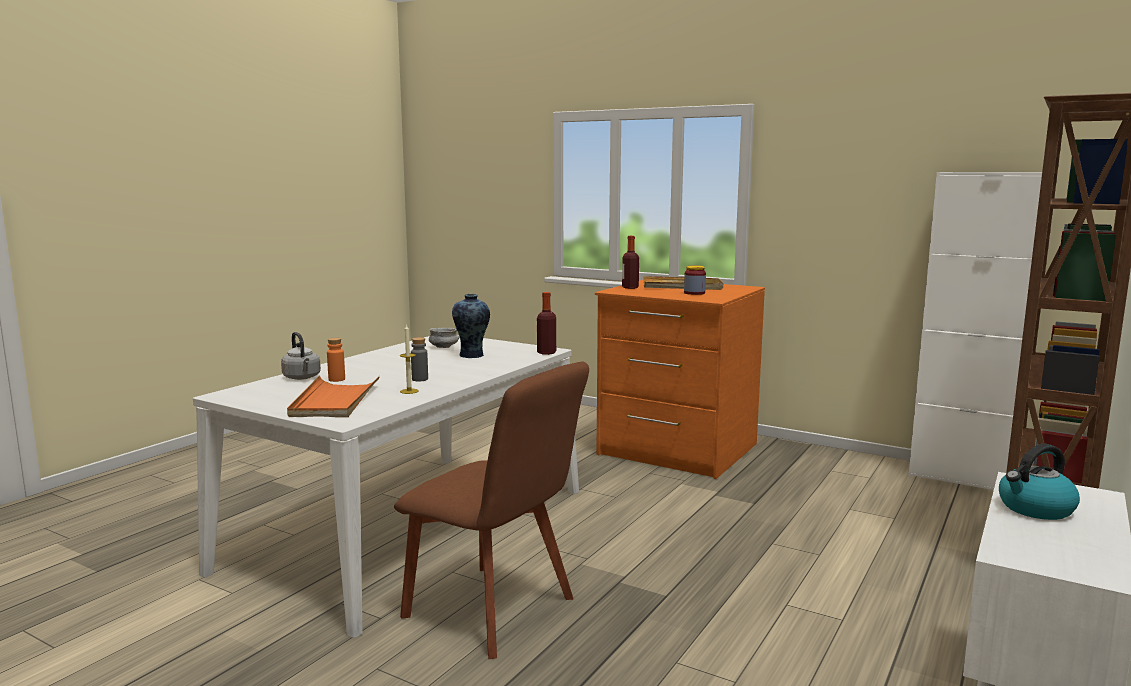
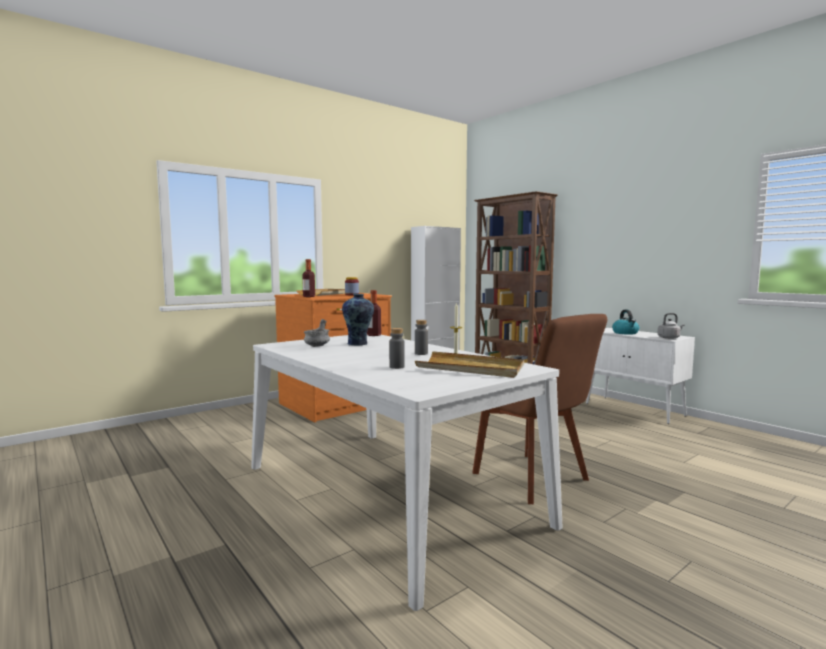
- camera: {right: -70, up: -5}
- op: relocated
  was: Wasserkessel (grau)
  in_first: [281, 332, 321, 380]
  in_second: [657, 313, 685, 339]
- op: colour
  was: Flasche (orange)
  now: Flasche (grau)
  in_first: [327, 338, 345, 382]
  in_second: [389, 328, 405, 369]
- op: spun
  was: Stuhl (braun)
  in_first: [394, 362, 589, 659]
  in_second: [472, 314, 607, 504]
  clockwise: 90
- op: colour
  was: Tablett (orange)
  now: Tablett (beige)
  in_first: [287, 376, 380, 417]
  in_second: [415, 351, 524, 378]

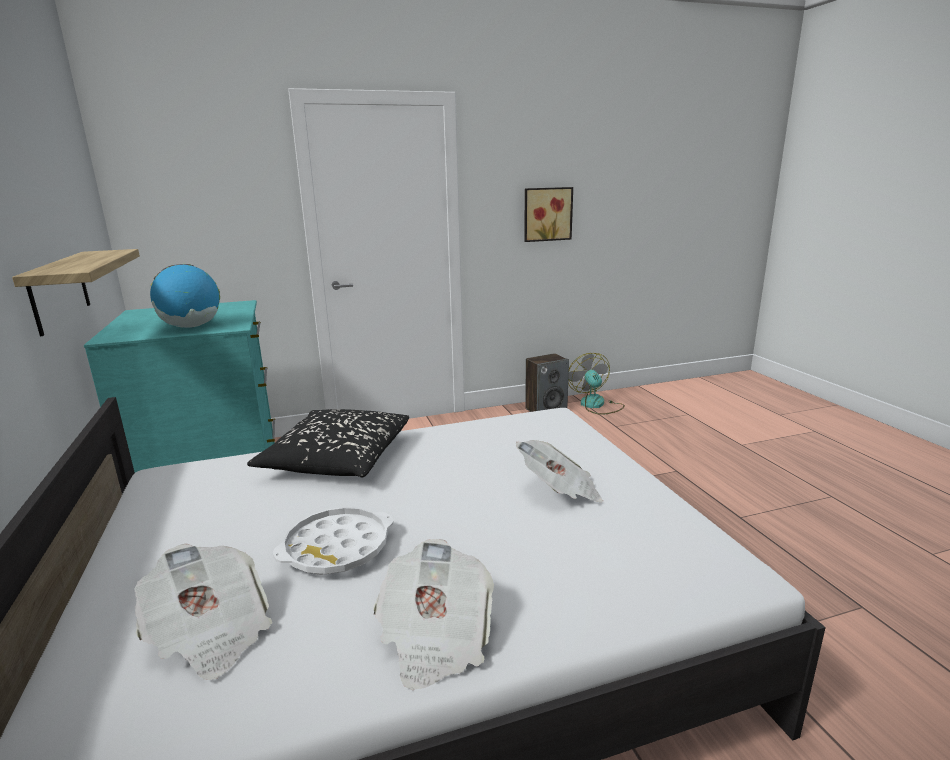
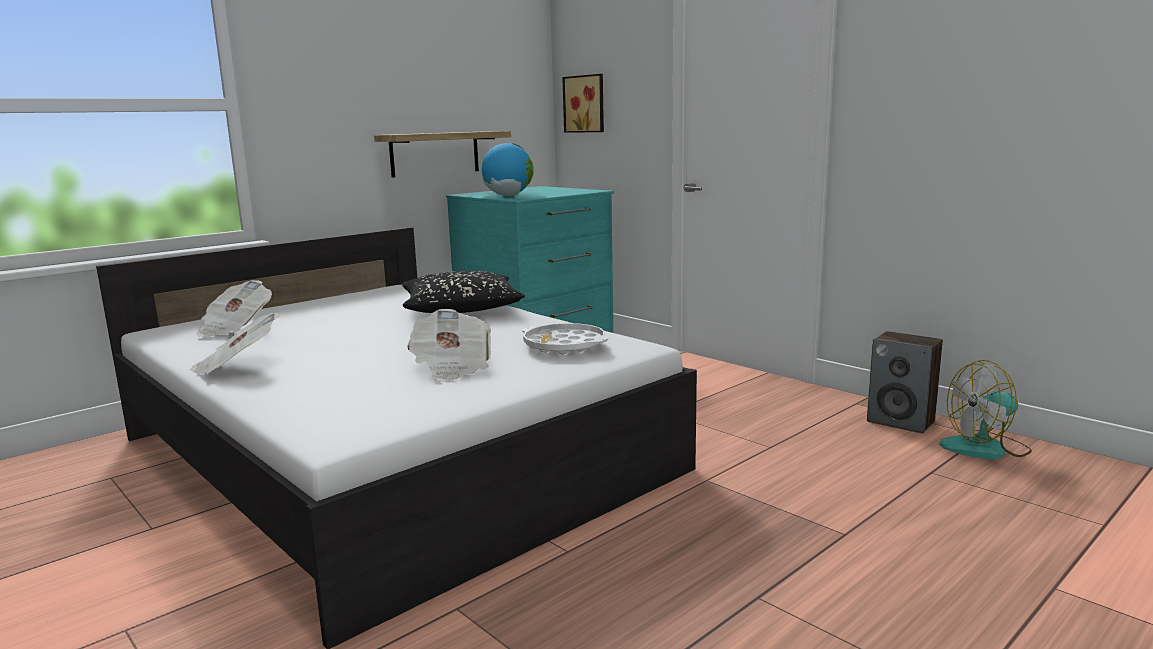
- camera: {right: 65, up: -5}
- op: relocated
  was: Bild
  in_first: [524, 187, 573, 242]
  in_second: [562, 74, 604, 133]
- op: spun
  was: Ventilator
  in_first: [568, 353, 625, 415]
  in_second: [939, 360, 1032, 460]
  clockwise: -150
- op: relocated
  was: Tablett (weiß)
  in_first: [273, 507, 394, 575]
  in_second: [522, 323, 608, 355]

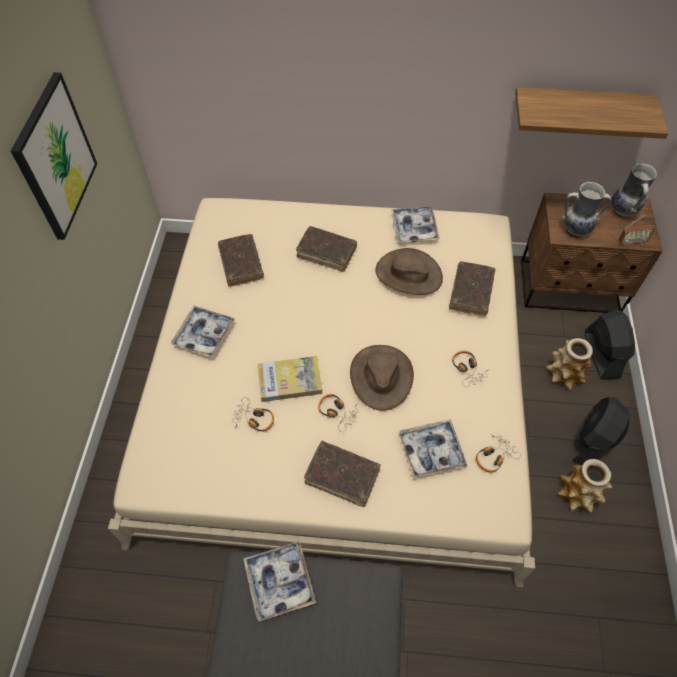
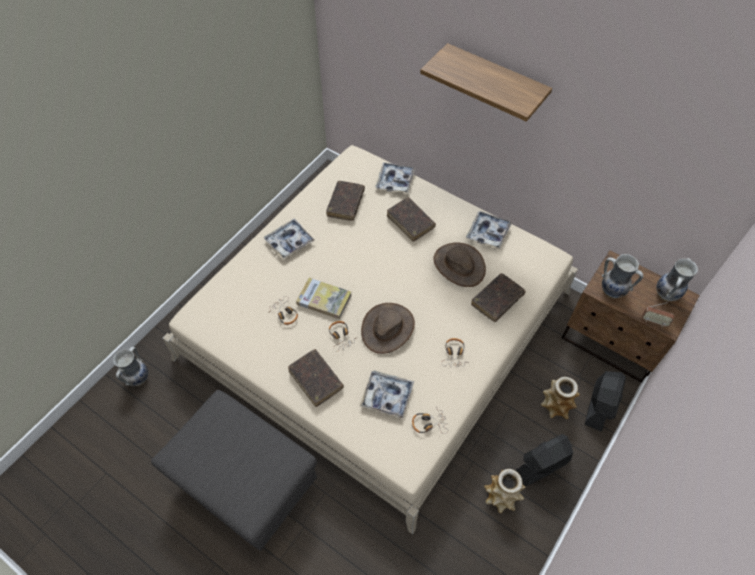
- camera: {right: 30, up: 0}
- op: missing
  was: Bild
  in_first: [11, 72, 97, 240]
- op: relocated
  was: Wandregal
  in_first: [515, 87, 668, 139]
  in_second: [420, 43, 552, 122]
- op: relocated
  was: Tablett
  in_first: [243, 541, 316, 621]
  in_second: [376, 162, 415, 193]
- op: appeared
  now: Vase
  in_second: [113, 347, 148, 386]

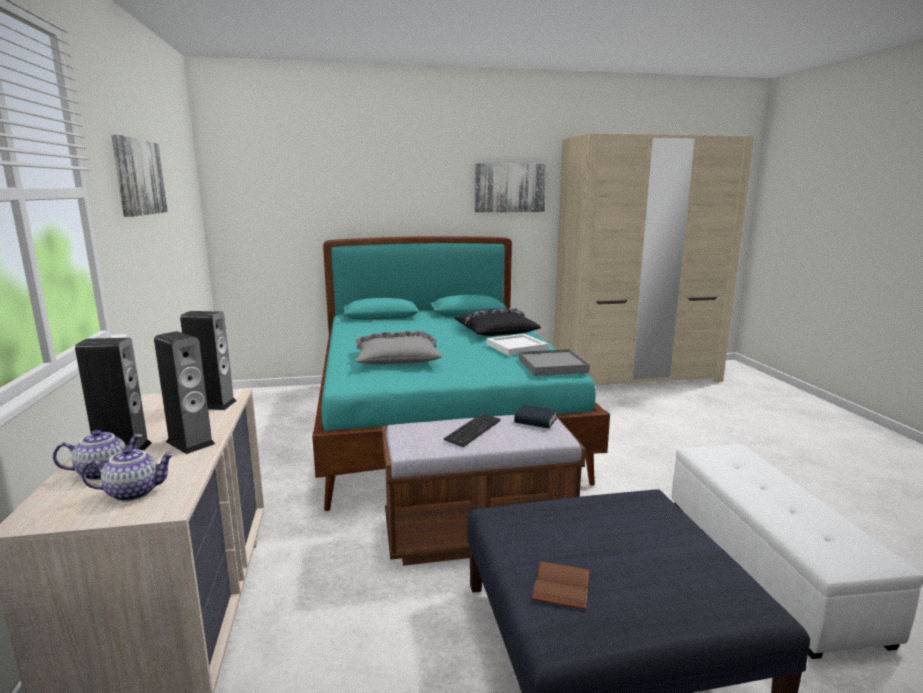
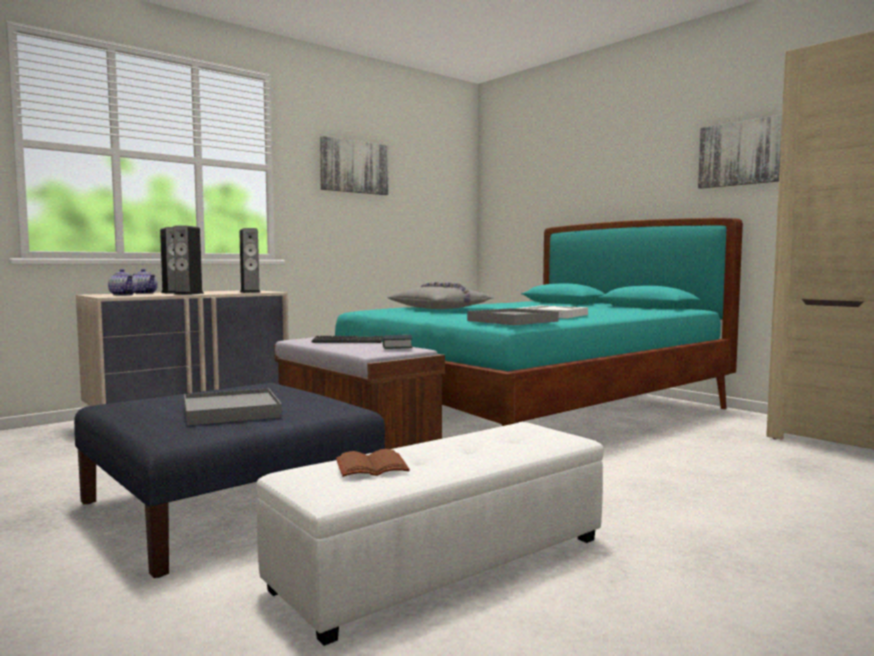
- camera: {right: 60, up: -10}
- op: missing
  was: Kissen (schwarz)
  in_first: [455, 308, 541, 336]
- op: relocated
  was: Buch (braun)
  in_first: [532, 562, 590, 609]
  in_second: [336, 449, 410, 477]
- op: appeared
  now: Tablett (grau)
  in_second: [184, 388, 282, 426]

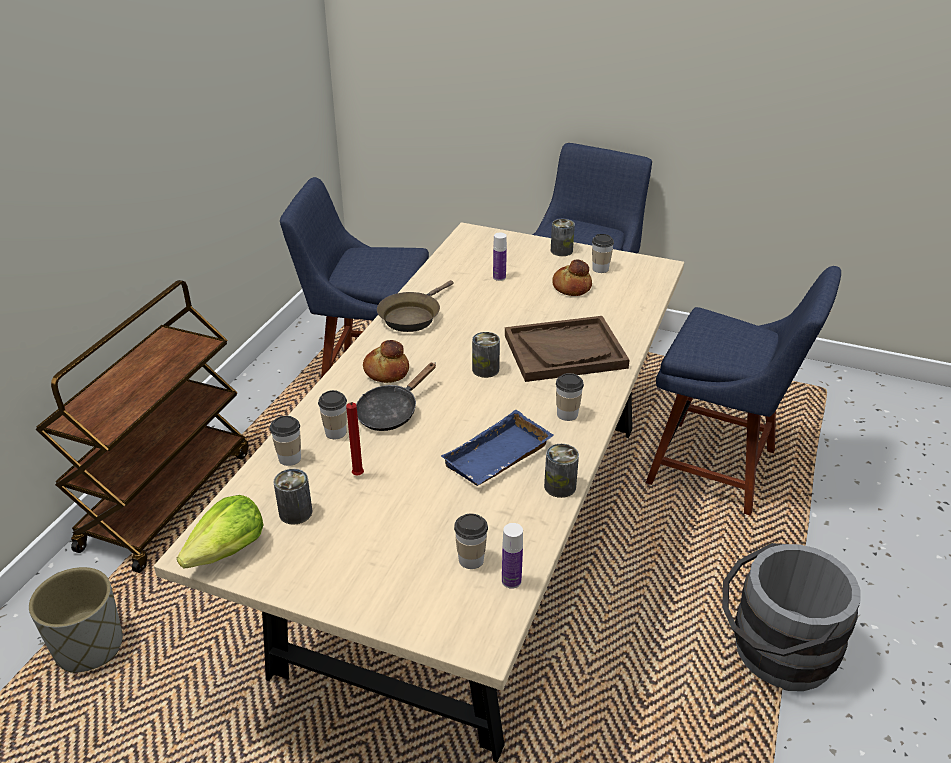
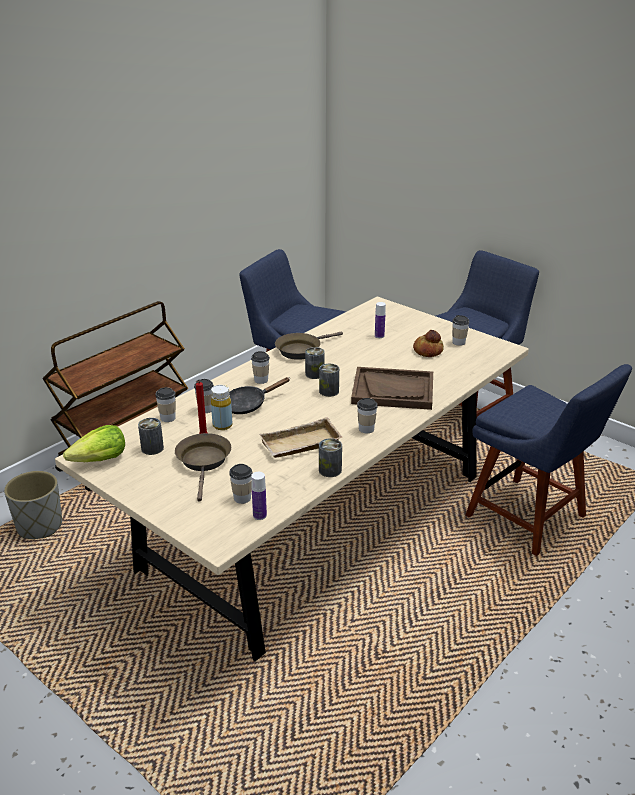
- camera: {right: 20, up: -5}
- op: relocated
  was: Dose
  in_first: [551, 219, 575, 256]
  in_second: [305, 347, 325, 379]
- op: exchanged
  was: Brot
  now: Tasse
  in_first: [363, 340, 409, 383]
  in_second: [251, 351, 270, 384]
- op: colour
  was: Tablett (blau)
  now: Tablett (beige)
  in_first: [441, 410, 553, 486]
  in_second: [259, 417, 342, 458]
- op: missing
  was: Eimer (grau)
  in_first: [722, 543, 861, 691]
- op: appeared
  now: Flasche (gelb)
  in_second: [211, 385, 232, 430]
- op: appeared
  now: Pfanne (braun)
  in_second: [175, 433, 231, 502]

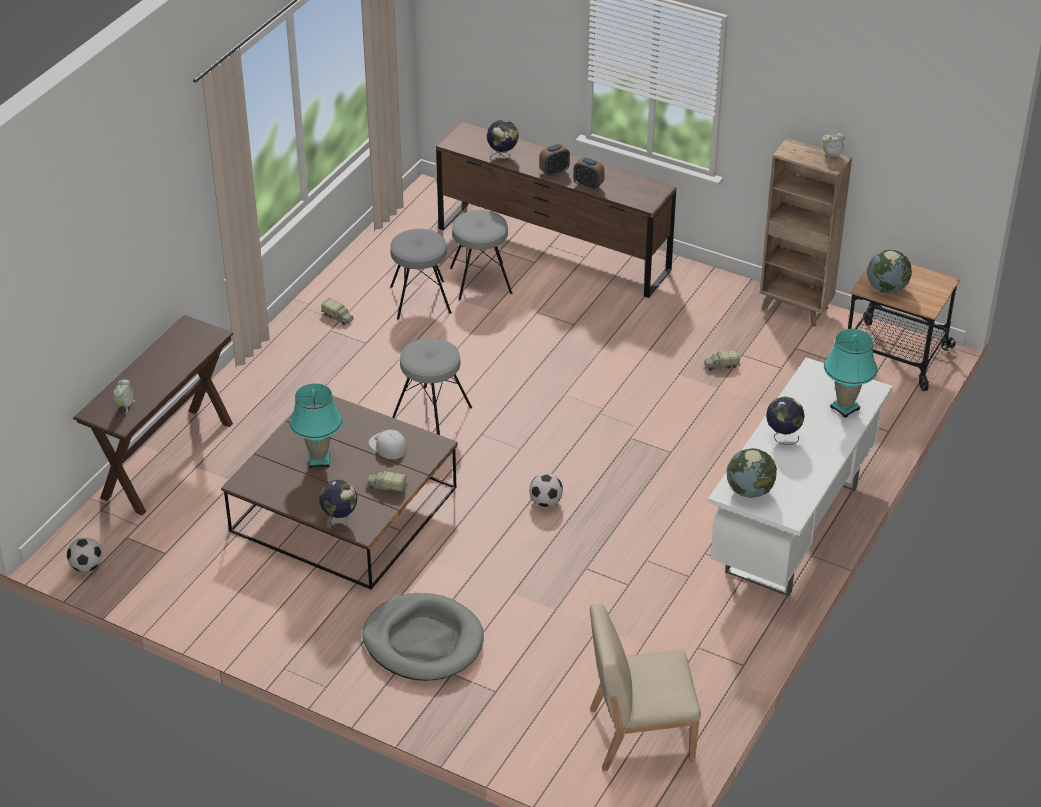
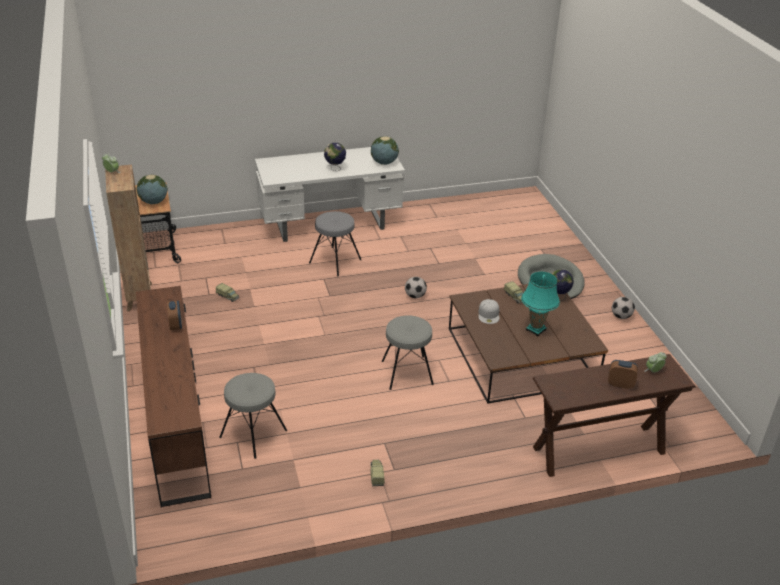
- camera: {right: -135, up: -5}
- op: missing
  was: Globus
  in_first: [487, 120, 519, 162]
- op: relocated
  was: Wecker
  in_first: [539, 144, 570, 177]
  in_second: [608, 360, 638, 389]
- op: relocated
  was: Hocker (grau)
  in_first: [390, 229, 452, 320]
  in_second: [309, 211, 362, 277]
- op: missing
  was: Tischlampe (türkis)
  in_first: [824, 329, 878, 418]
- op: relocated
  was: Fußball
  in_first: [67, 537, 102, 572]
  in_second: [612, 297, 635, 319]
- op: missing
  was: Stuhl (beige)
  in_first: [590, 604, 701, 771]

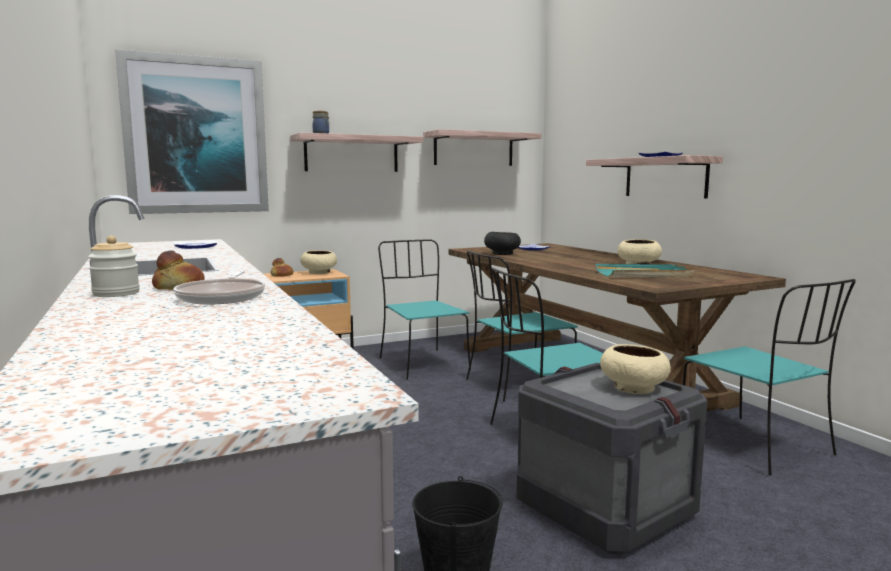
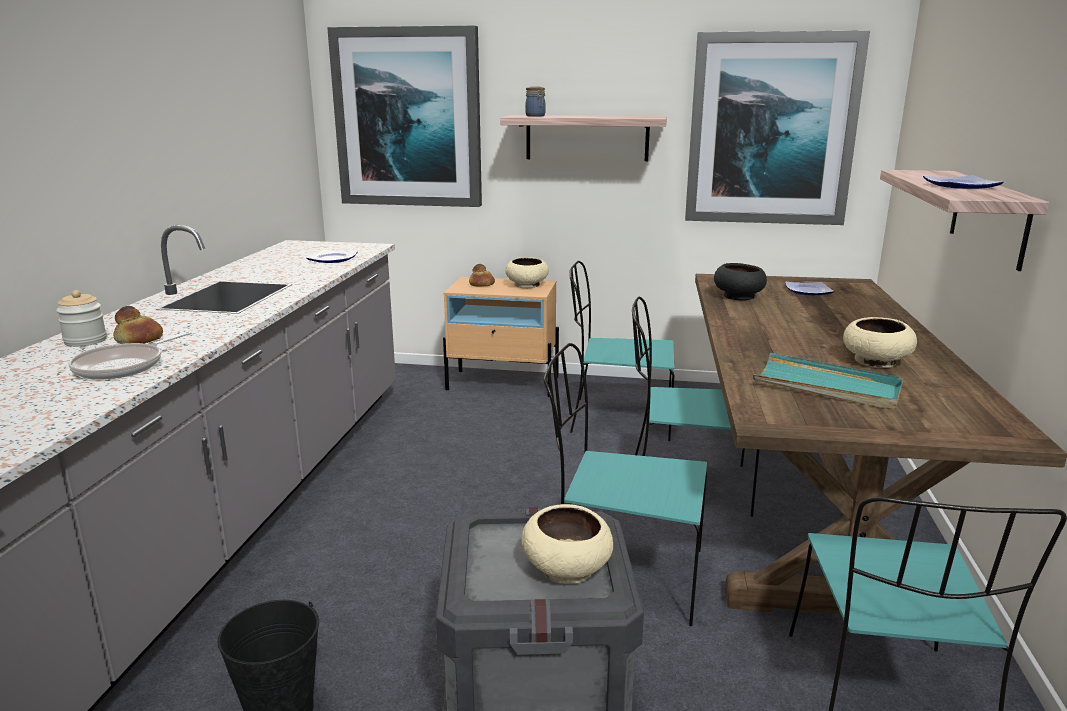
- camera: {right: 35, up: 10}
- op: exchanged
  was: Wandregal
  now: Bild
  in_first: [423, 129, 542, 166]
  in_second: [685, 30, 870, 225]
- op: spun
  was: Stuhl (türkis)
  in_first: [378, 239, 471, 380]
  in_second: [569, 261, 674, 441]
  clockwise: -90

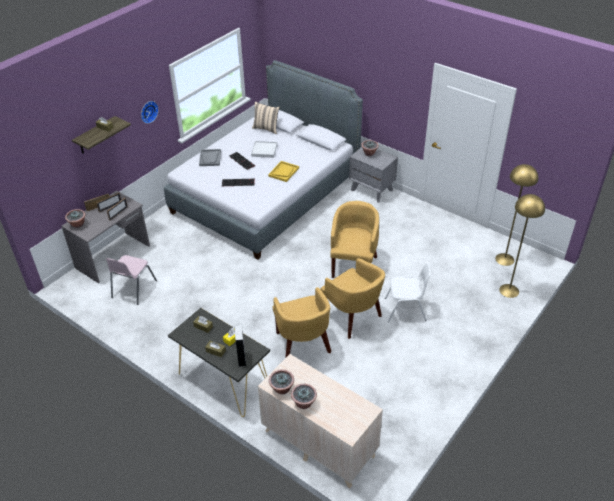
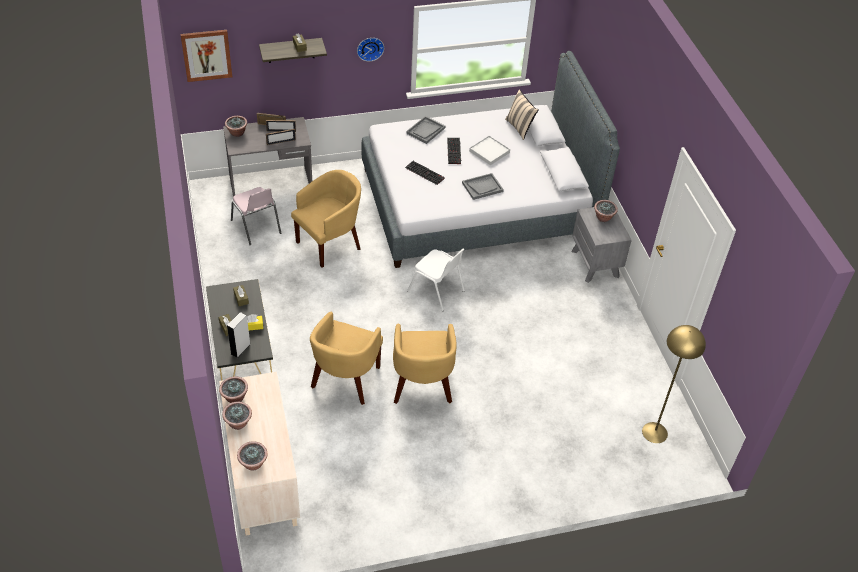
- camera: {right: 35, up: 5}
- op: colour
  was: Tablett (gelb)
  now: Tablett (grau)
  in_first: [268, 161, 299, 182]
  in_second: [462, 173, 504, 200]
- op: missing
  was: Stehlampe (gelb)
  in_first: [499, 194, 545, 298]
- op: relocated
  was: Sessel (gelb)
  in_first: [331, 201, 379, 278]
  in_second: [291, 170, 361, 268]
- op: spun
  was: Stuhl (rosa)
  in_first: [106, 255, 157, 305]
  in_second: [231, 187, 281, 245]
  clockwise: -90
- op: relocated
  was: Stuhl (weiß)
  in_first: [385, 262, 431, 322]
  in_second: [407, 249, 465, 311]
- op: appeared
  now: Bild
  in_second: [180, 30, 232, 82]
- op: appeared
  now: Topfpflanze
  in_second: [237, 441, 268, 470]

